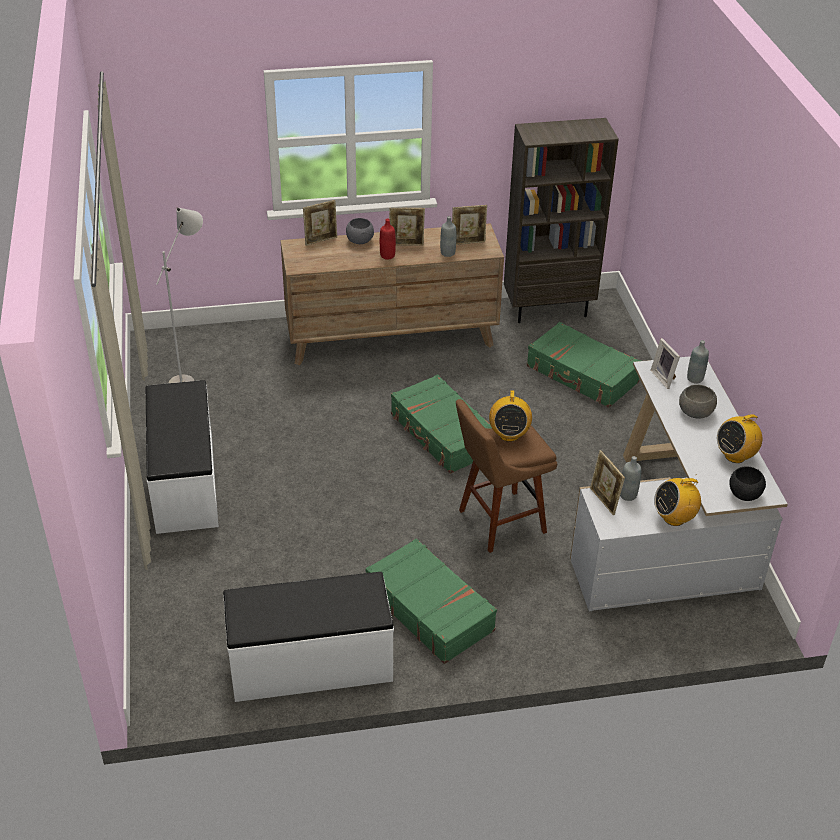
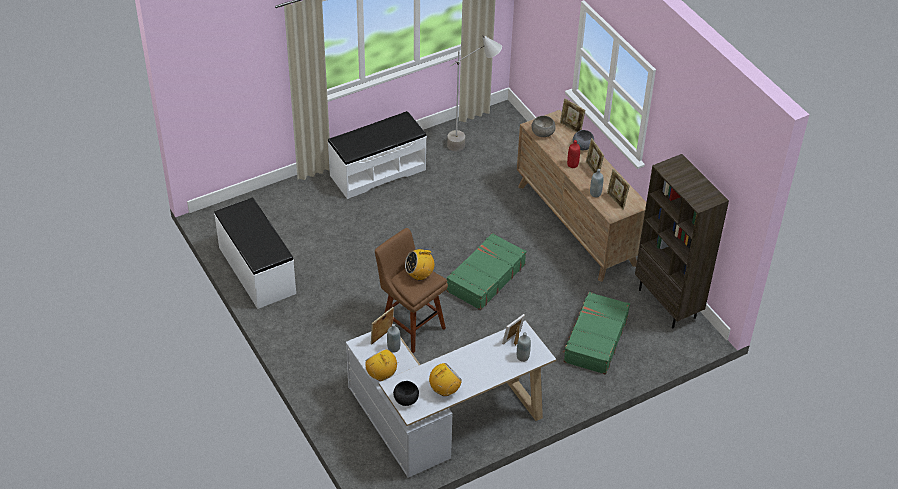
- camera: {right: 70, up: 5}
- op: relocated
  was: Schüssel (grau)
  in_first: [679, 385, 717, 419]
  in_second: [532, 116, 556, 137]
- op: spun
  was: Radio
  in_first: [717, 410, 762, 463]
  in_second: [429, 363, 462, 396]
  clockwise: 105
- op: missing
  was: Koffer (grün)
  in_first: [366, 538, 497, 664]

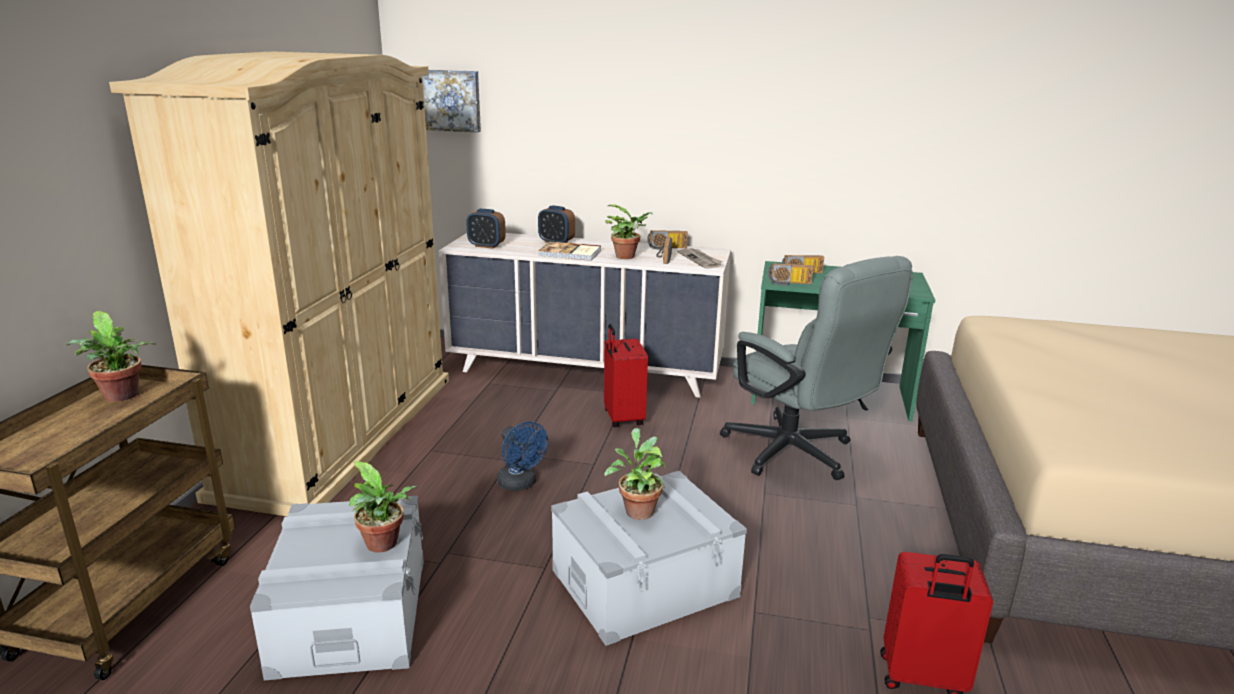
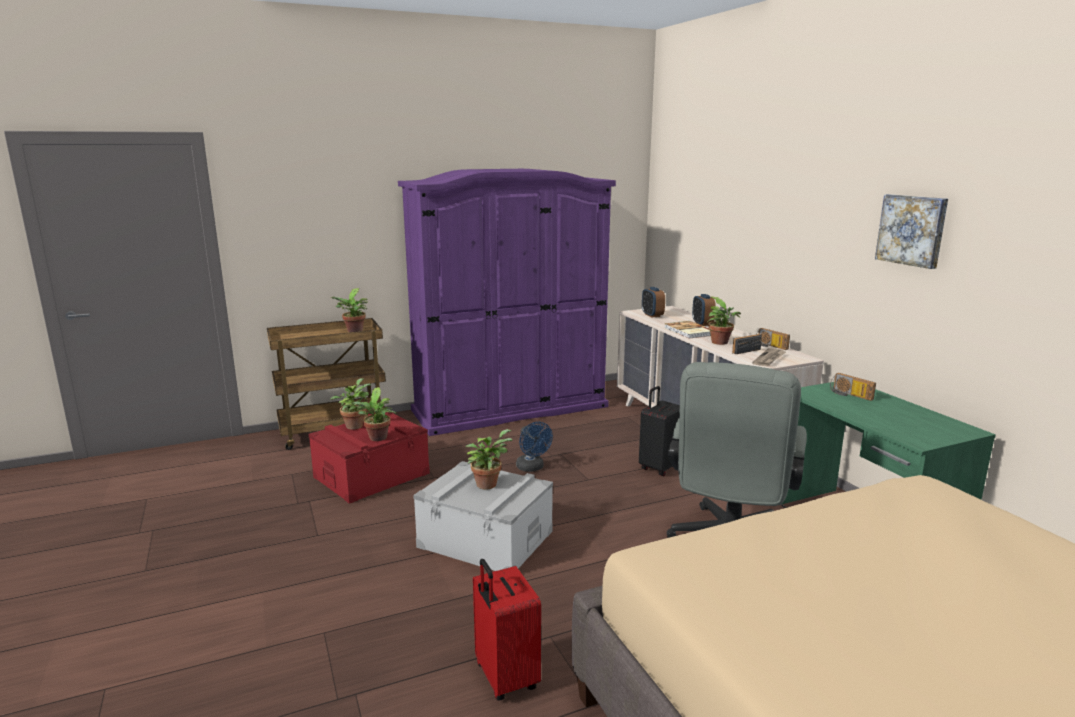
- camera: {right: 55, up: -5}
- op: colour
  was: Kleiderschrank (beige)
  now: Kleiderschrank (lila)
  in_first: [109, 52, 449, 517]
  in_second: [398, 169, 616, 436]
- op: relocated
  was: Bild
  in_first: [422, 70, 481, 133]
  in_second: [875, 194, 948, 269]
- op: missing
  was: Radio
  in_first: [768, 263, 813, 285]
- op: colour
  was: Koffer (rot)
  now: Koffer (schwarz)
  in_first: [604, 324, 648, 427]
  in_second: [639, 386, 680, 476]
- op: spun
  was: Ventilator (blau)
  in_first: [497, 422, 548, 491]
  in_second: [516, 422, 553, 472]
  clockwise: -45
- op: colour
  was: Aufbewahrungsbox (grau)
  now: Aufbewahrungsbox (rot)
  in_first: [250, 496, 424, 680]
  in_second: [308, 412, 430, 504]
- op: appeared
  now: Topfpflanze
  in_second: [330, 378, 371, 430]

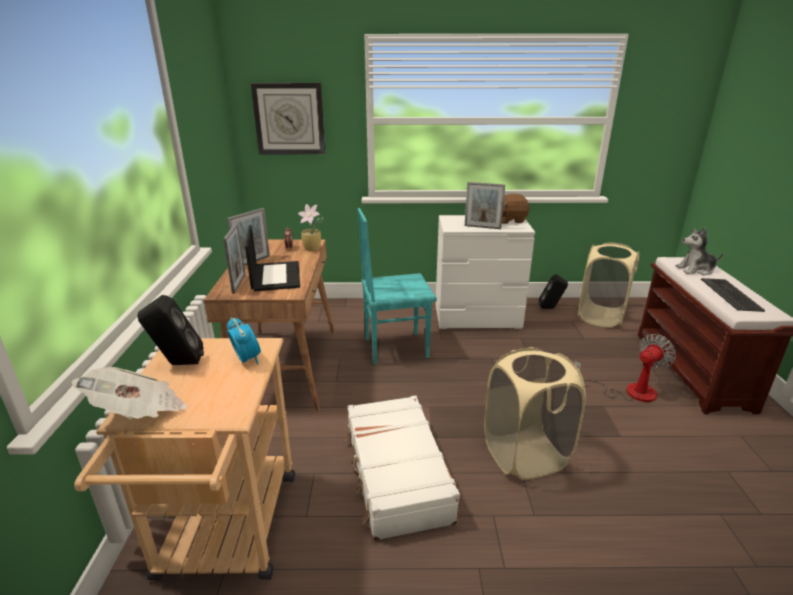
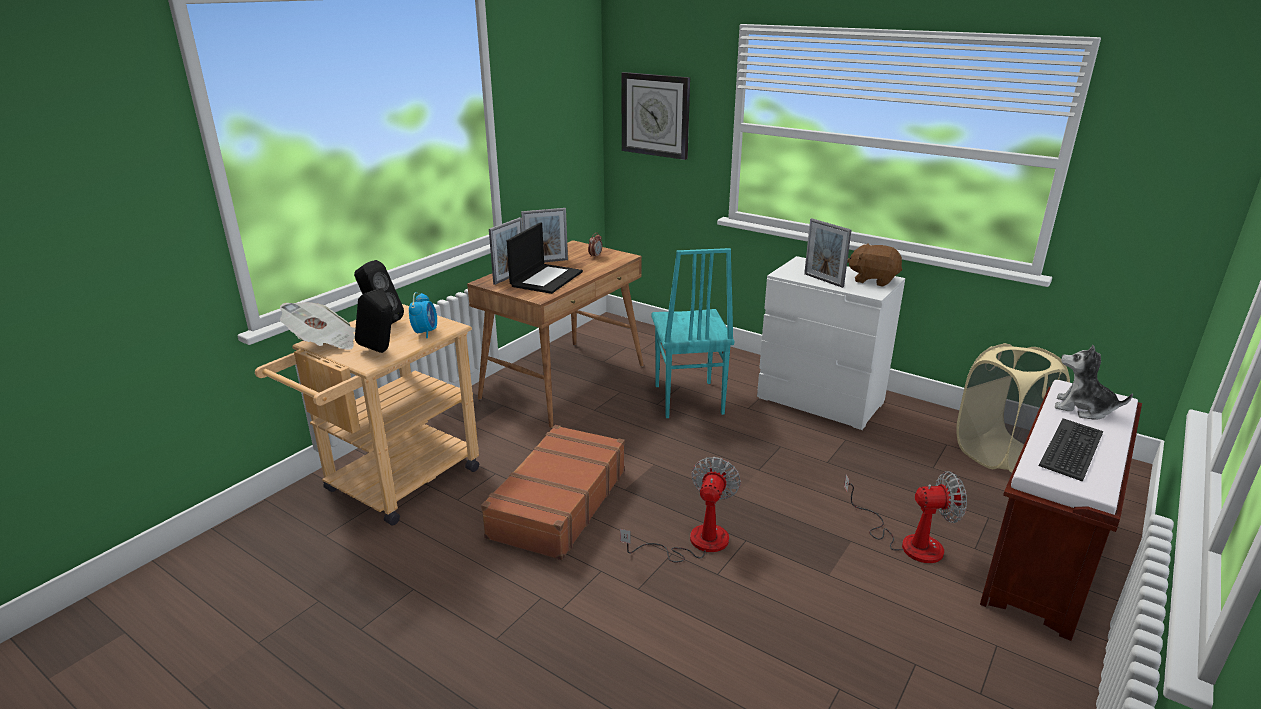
- camera: {right: 35, up: 0}
- op: missing
  was: Topfpflanze
  in_first: [298, 204, 323, 251]
- op: spun
  was: Stuhl (türkis)
  in_first: [358, 208, 437, 364]
  in_second: [651, 248, 734, 418]
  clockwise: -120
- op: relocated
  was: Lautsprecher (schwarz)
  in_first: [538, 274, 568, 309]
  in_second: [355, 288, 393, 353]
- op: exchanged
  was: Wäschekorb (beige)
  now: Ventilator
  in_first: [484, 347, 586, 480]
  in_second: [620, 457, 741, 562]
- op: colour
  was: Koffer (weiß)
  now: Koffer (braun)
  in_first: [345, 395, 460, 541]
  in_second: [481, 425, 625, 560]

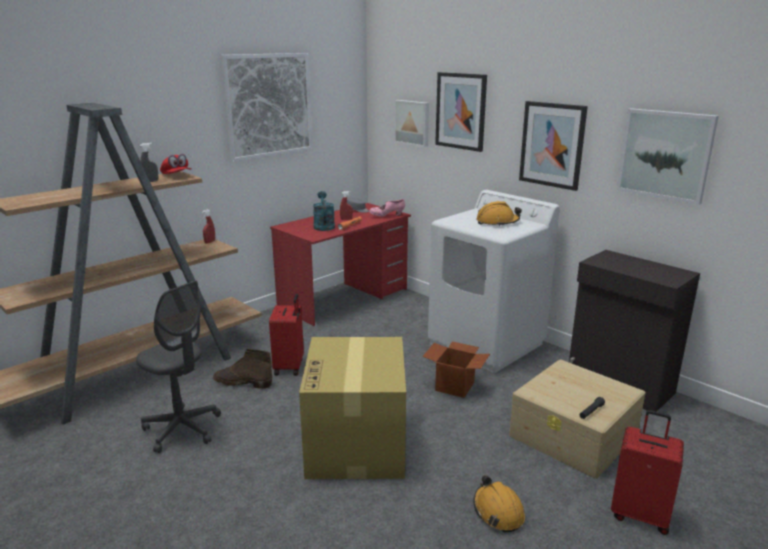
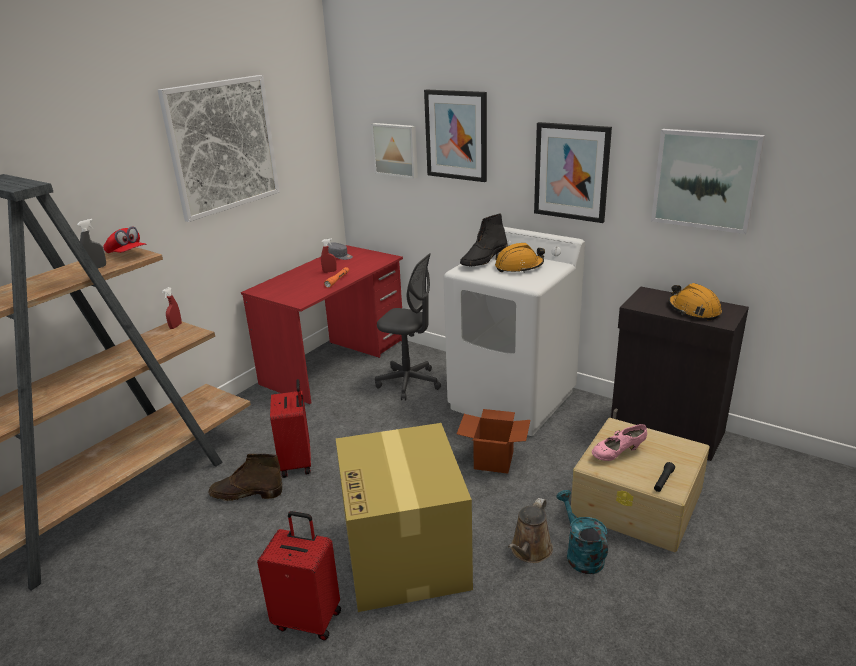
- camera: {right: -10, up: 5}
- op: relocated
  was: Gießkanne (türkis)
  in_first: [313, 191, 335, 231]
  in_second: [556, 490, 608, 574]
- op: relocated
  was: Schuh (rosa)
  in_first: [369, 199, 405, 217]
  in_second: [592, 424, 647, 461]
- op: relocated
  was: Bürostuhl (grau)
  in_first: [136, 280, 221, 453]
  in_second: [375, 253, 441, 400]
- op: relocated
  was: Koffer (rot)
  in_first: [611, 410, 684, 535]
  in_second: [257, 511, 341, 641]
- op: relocated
  was: Schutzhelm (orange)
  in_first: [473, 475, 525, 532]
  in_second: [669, 283, 722, 321]
- op: appeared
  now: Stiefel (schwarz)
  in_second: [460, 214, 508, 266]
- op: appeared
  now: Gießkanne (braun)
  in_second: [508, 498, 553, 563]

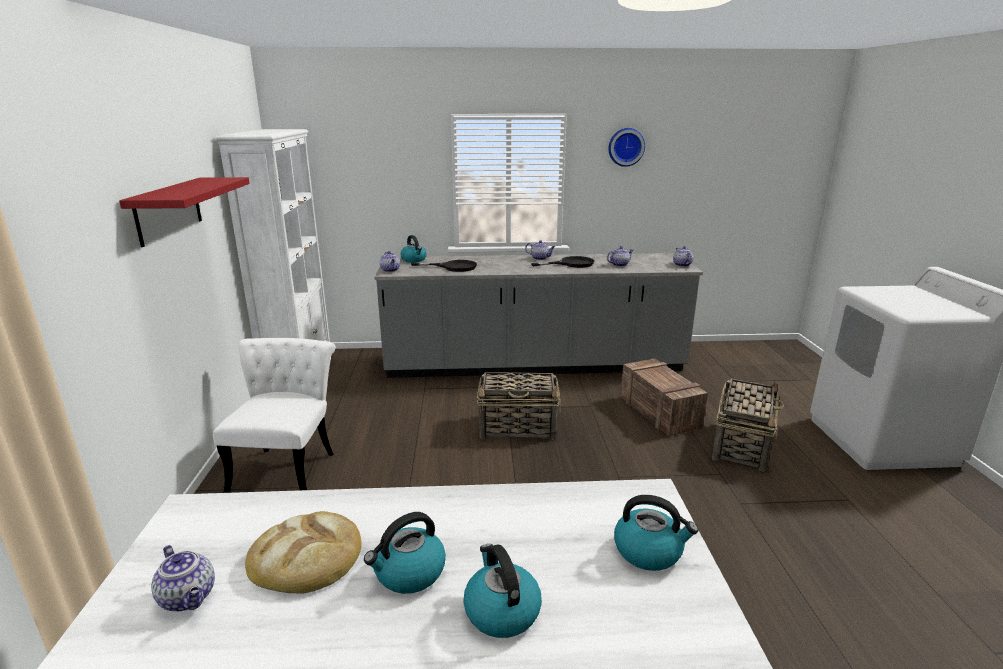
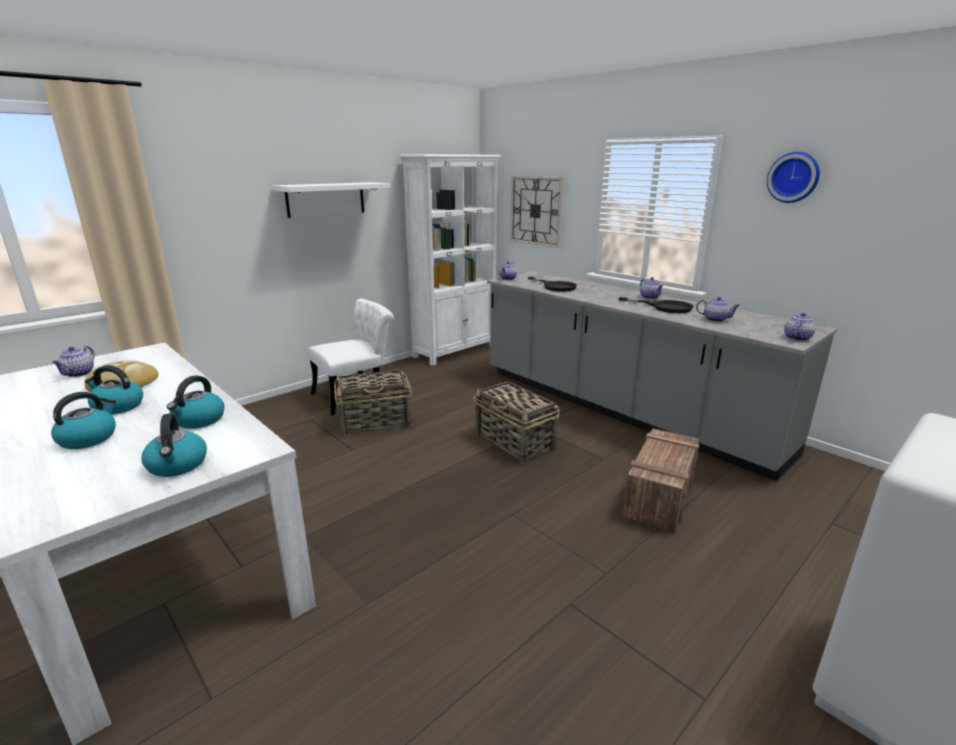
- camera: {right: 50, up: 0}
- op: colour
  was: Wandregal (rot)
  now: Wandregal (weiß)
  in_first: [119, 177, 250, 247]
  in_second: [272, 182, 390, 218]
- op: relocated
  was: Wasserkessel
  in_first: [400, 235, 427, 262]
  in_second: [167, 376, 225, 429]
- op: relocated
  was: Korb
  in_first: [712, 379, 784, 472]
  in_second: [334, 370, 413, 436]
- op: appeared
  now: Wanduhr
  in_second: [510, 176, 564, 248]

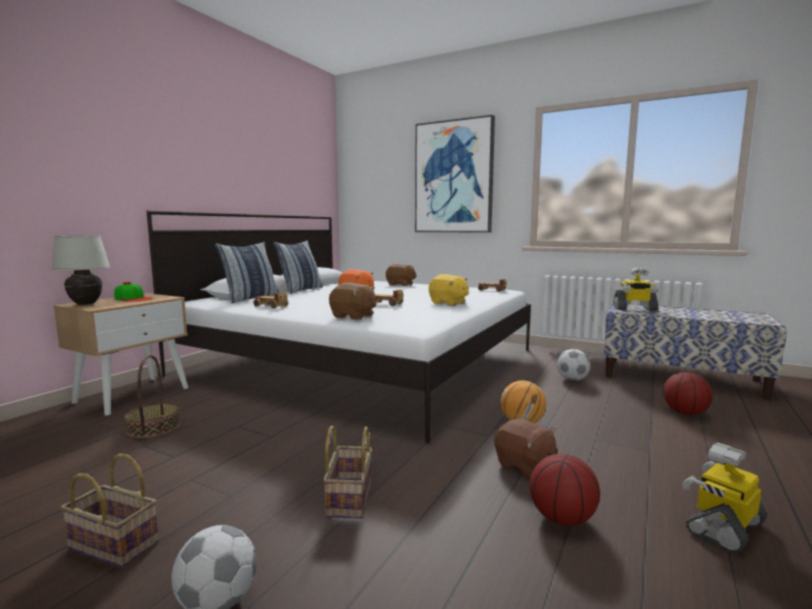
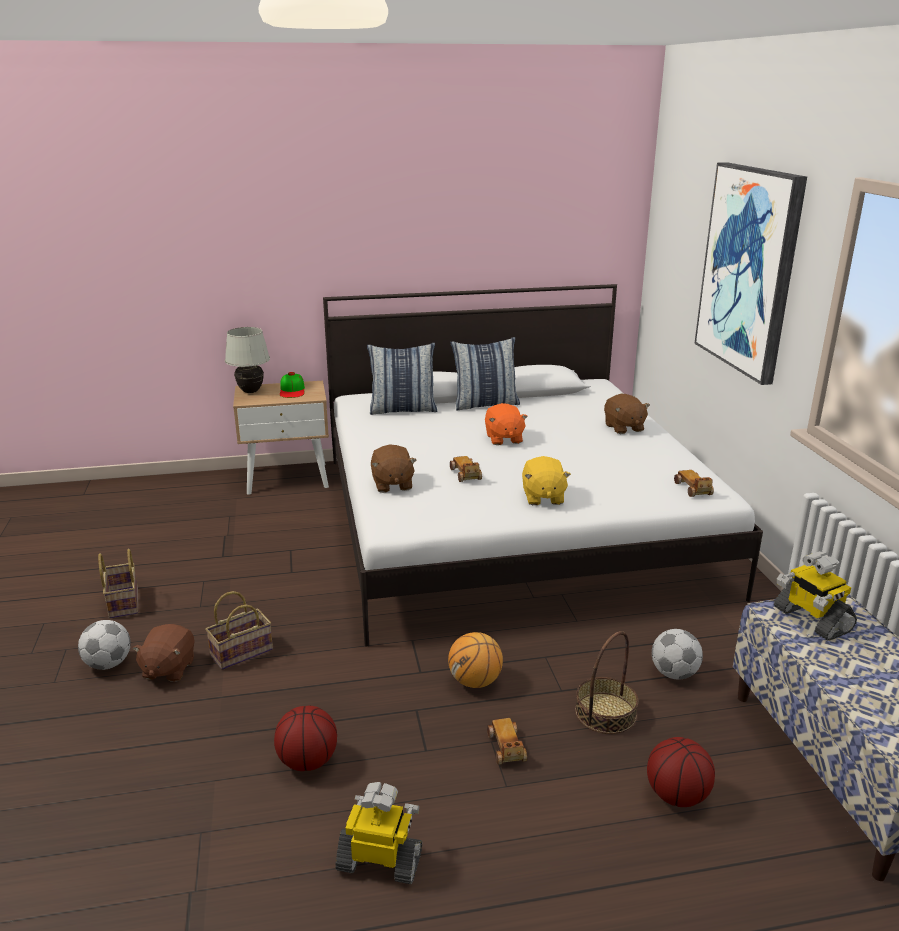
- camera: {right: 50, up: 15}
- op: relocated
  was: Spielzeugauto
  in_first: [254, 292, 289, 308]
  in_second: [487, 718, 527, 765]
- op: relocated
  was: Korb
  in_first: [125, 355, 181, 438]
  in_second: [575, 631, 638, 734]
- op: relocated
  was: Plüschtier (braun)
  in_first: [494, 419, 558, 477]
  in_second: [132, 624, 195, 682]

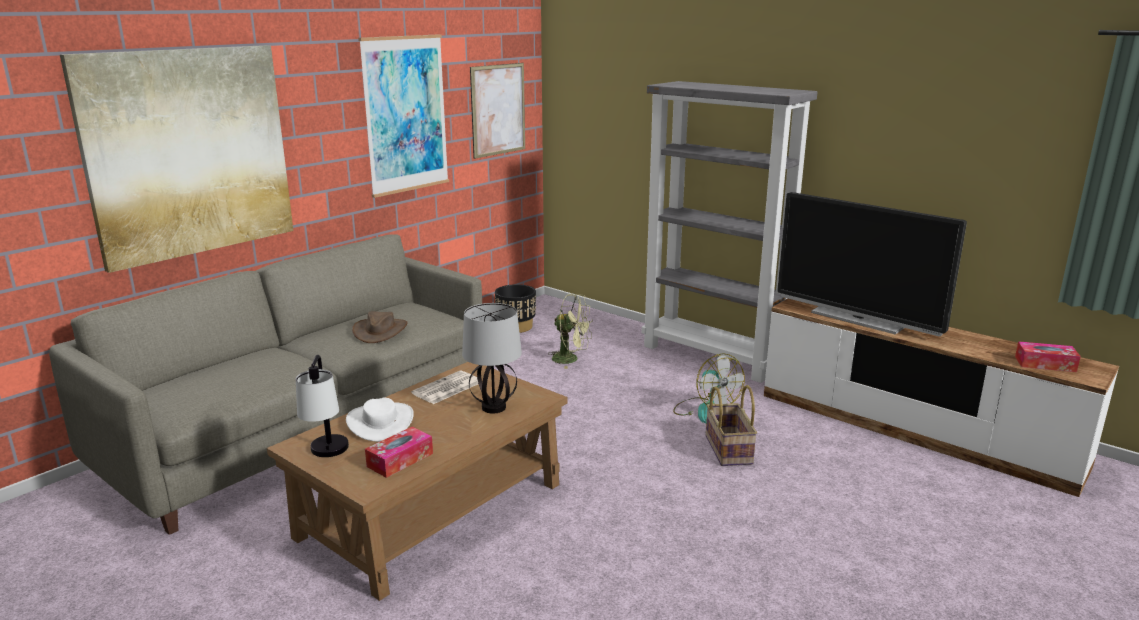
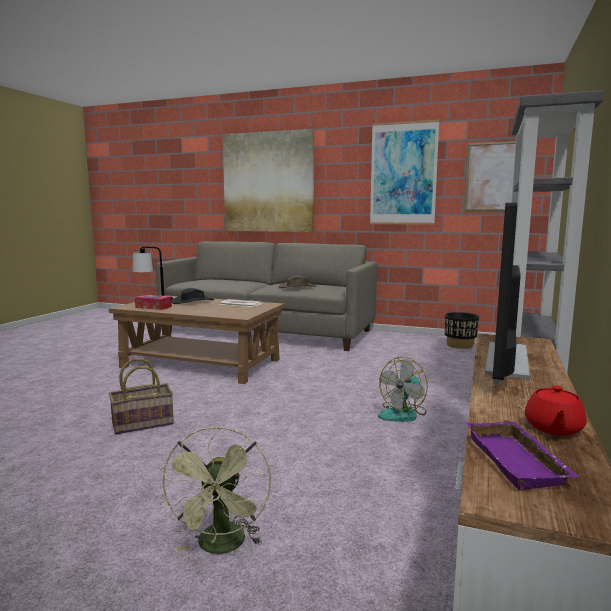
- camera: {right: 70, up: -10}
- op: relocated
  was: Ventilator (grün)
  in_first: [549, 294, 593, 369]
  in_second: [160, 426, 271, 554]
- op: missing
  was: Tischlampe
  in_first: [462, 303, 522, 414]
- op: exchanged
  was: Taschentuchbox
  now: Tablett (lila)
  in_first: [1015, 341, 1081, 372]
  in_second: [466, 422, 580, 491]
- op: relocated
  was: Korb
  in_first: [706, 385, 757, 466]
  in_second: [109, 358, 174, 435]
- op: colour
  was: Hut (weiß)
  now: Hut (schwarz)
  in_first: [346, 398, 414, 442]
  in_second: [172, 288, 214, 304]
- op: appeared
  now: Teekanne (rot)
  in_second: [525, 385, 586, 436]

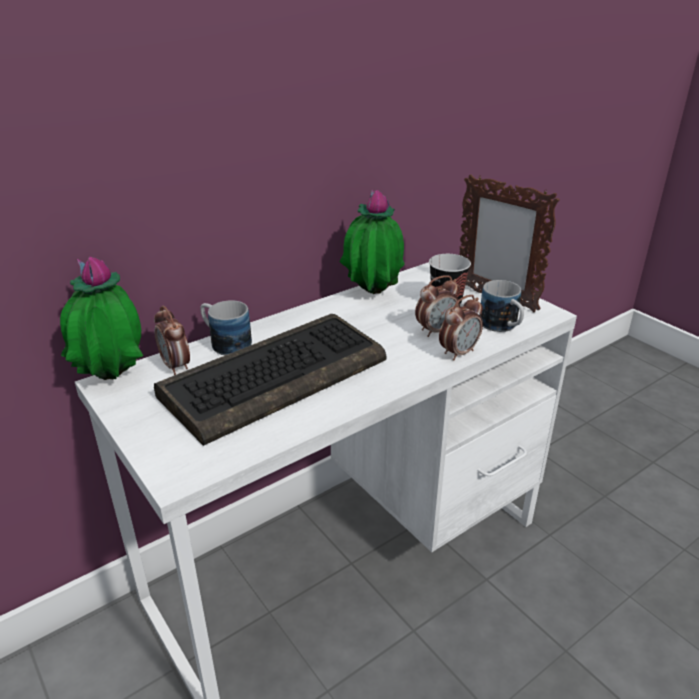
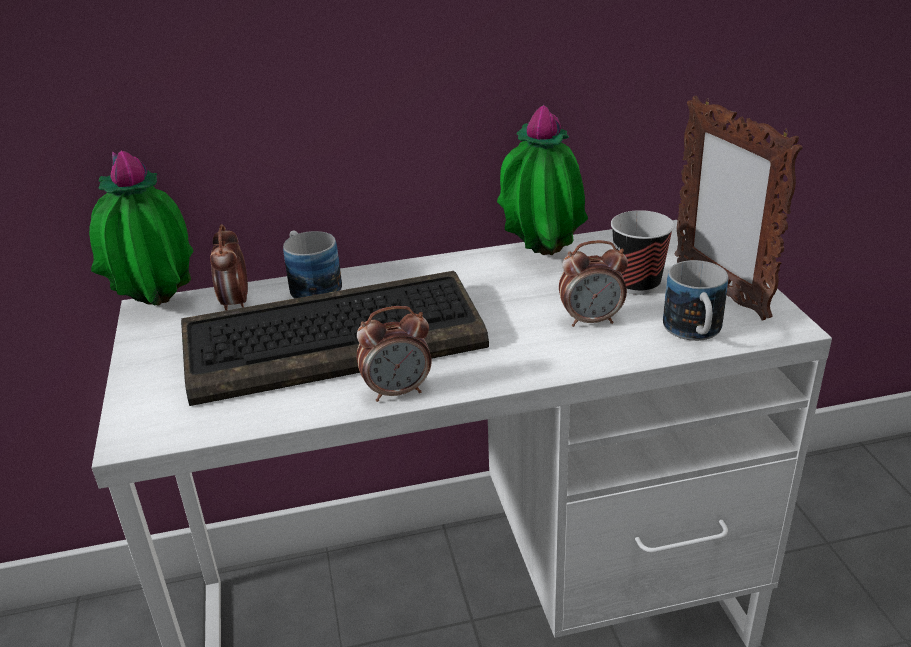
- camera: {right: 25, up: 0}
- op: relocated
  was: Wecker
  in_first: [439, 295, 483, 361]
  in_second: [357, 306, 431, 402]

